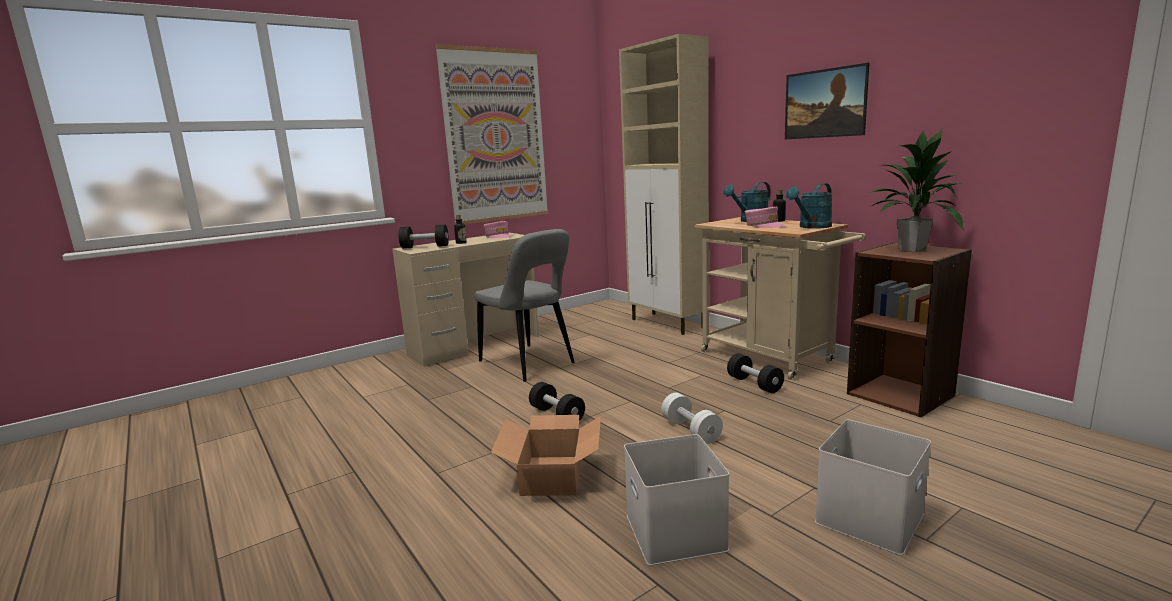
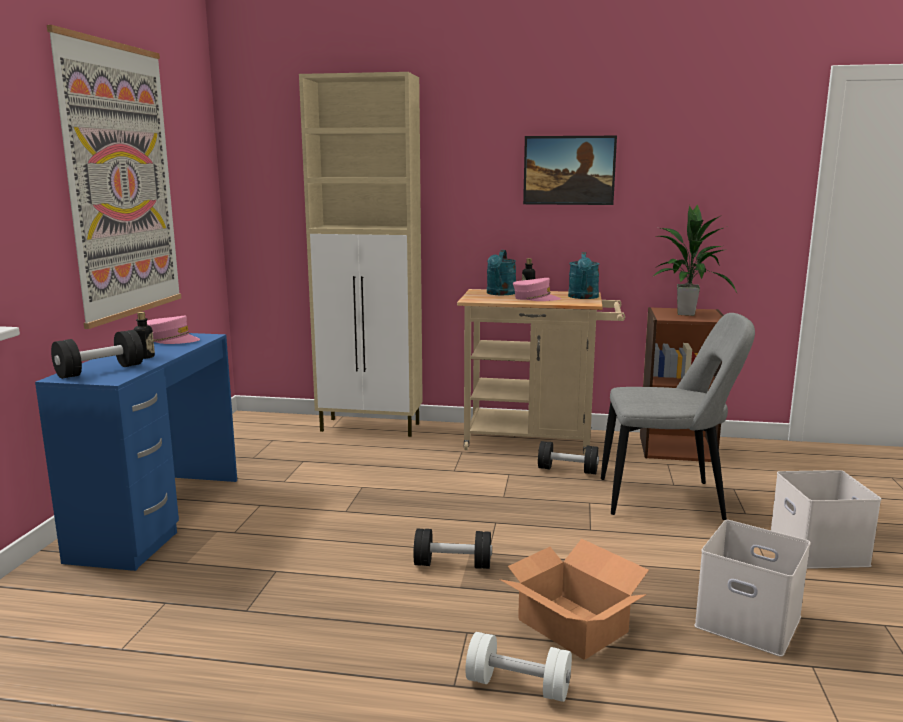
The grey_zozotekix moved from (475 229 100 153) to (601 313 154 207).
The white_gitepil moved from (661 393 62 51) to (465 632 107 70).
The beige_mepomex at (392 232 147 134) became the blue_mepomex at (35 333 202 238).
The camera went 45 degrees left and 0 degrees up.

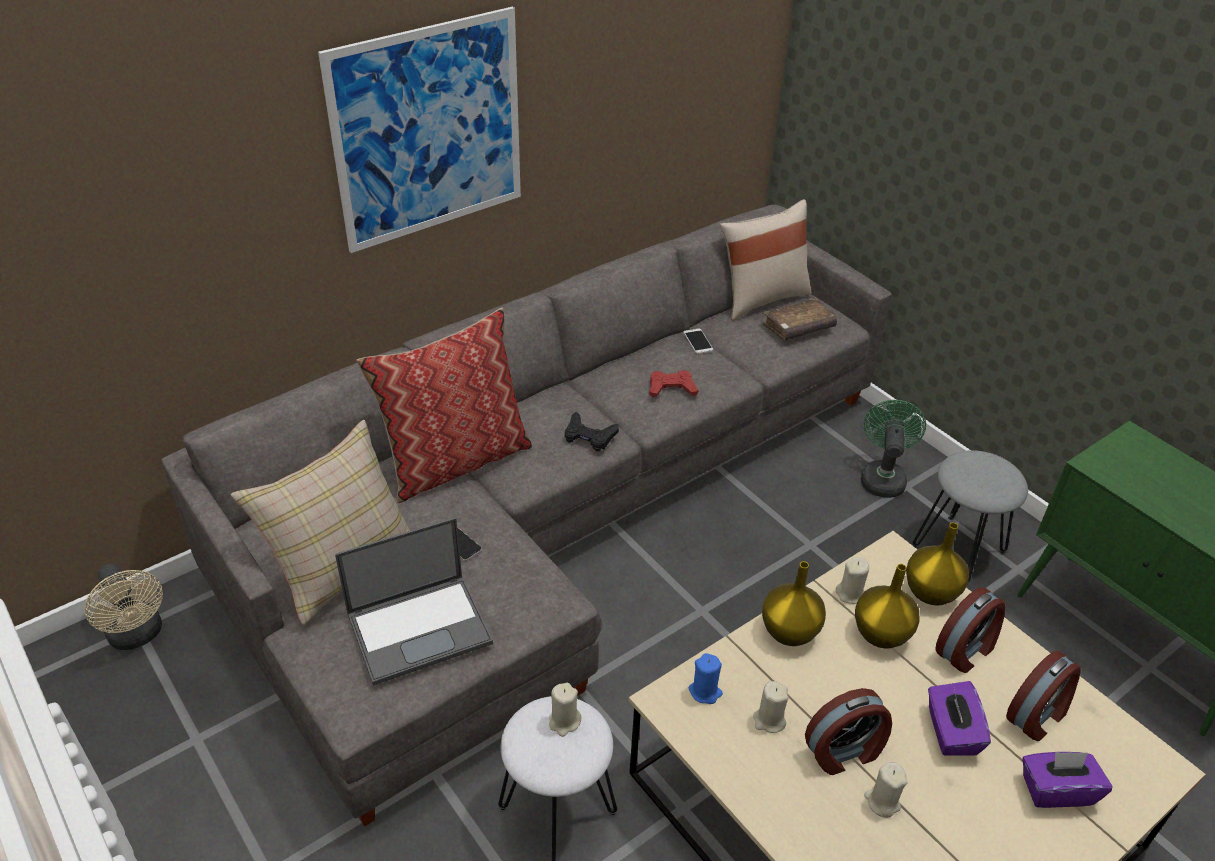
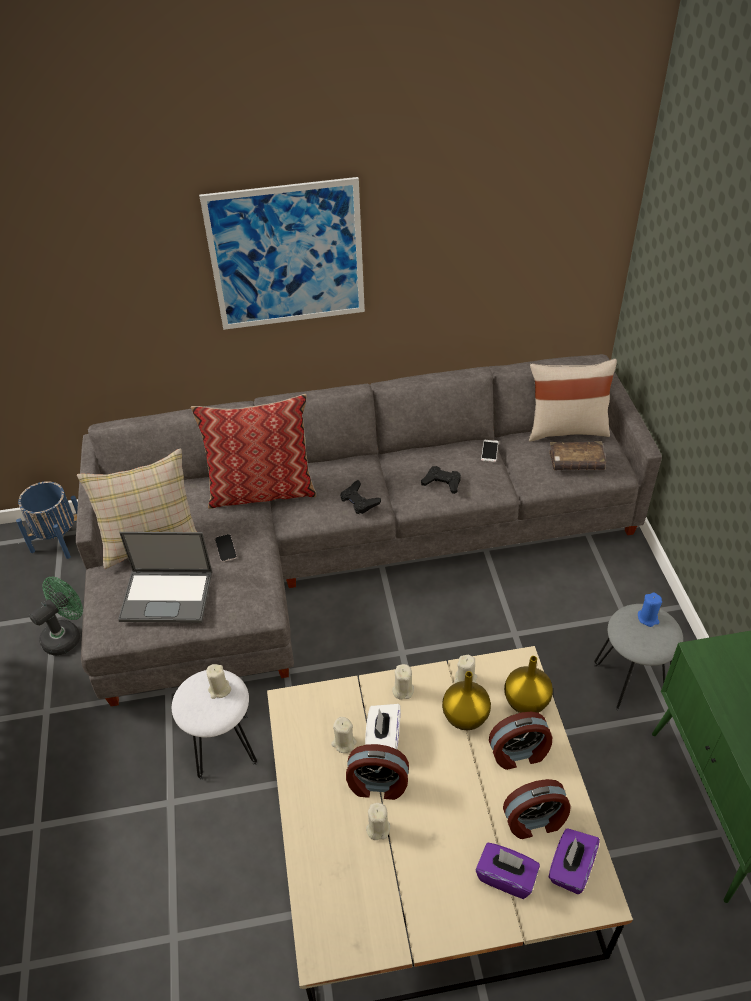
The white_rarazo at (365 704 36 45) appeared.
The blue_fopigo moved from (689 653 34 51) to (638 593 24 34).
The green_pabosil moved from (861 400 65 98) to (30 577 53 78).
The purple_rarazo moved from (928 681 63 74) to (549 828 51 66).
The beige_pabosil at (85 563 78 87) was replaced by the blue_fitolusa at (16 481 62 78).
The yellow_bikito at (762 561 64 85) was replaced by the beige_fopigo at (392 664 22 35).
The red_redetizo at (649 370 49 27) became the black_redetizo at (421 466 40 28).
The camera went 30 degrees right and 5 degrees up.

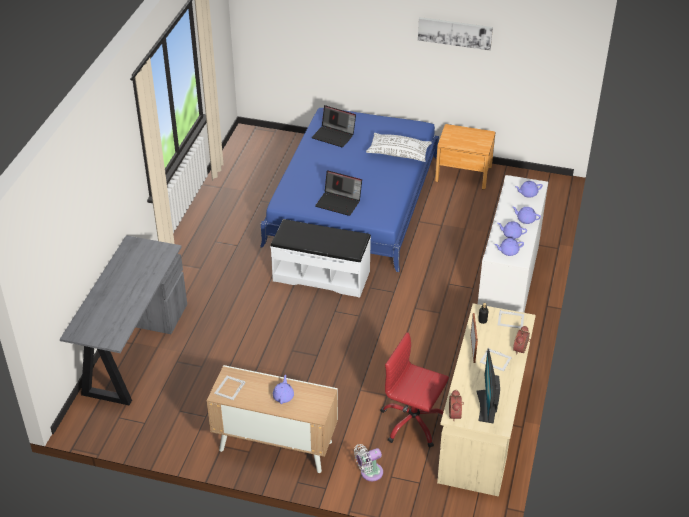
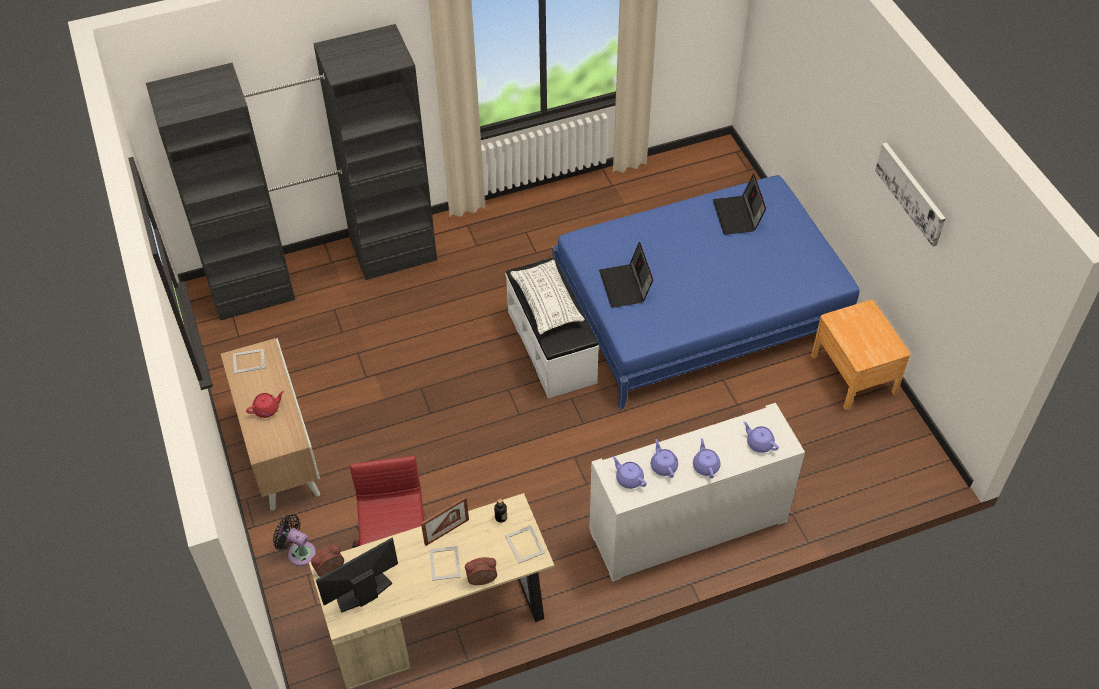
The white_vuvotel moved from (366 133 66 29) to (510 260 75 75).
The grey_mepomex at (60 235 127 171) was replaced by the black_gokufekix at (146 24 291 297).
The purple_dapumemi at (273 375 21 29) became the red_dapumemi at (246 391 38 27).
The white_pabosil at (354 444 29 37) became the black_pabosil at (273 514 43 52).
The camera went 55 degrees right and 10 degrees up.

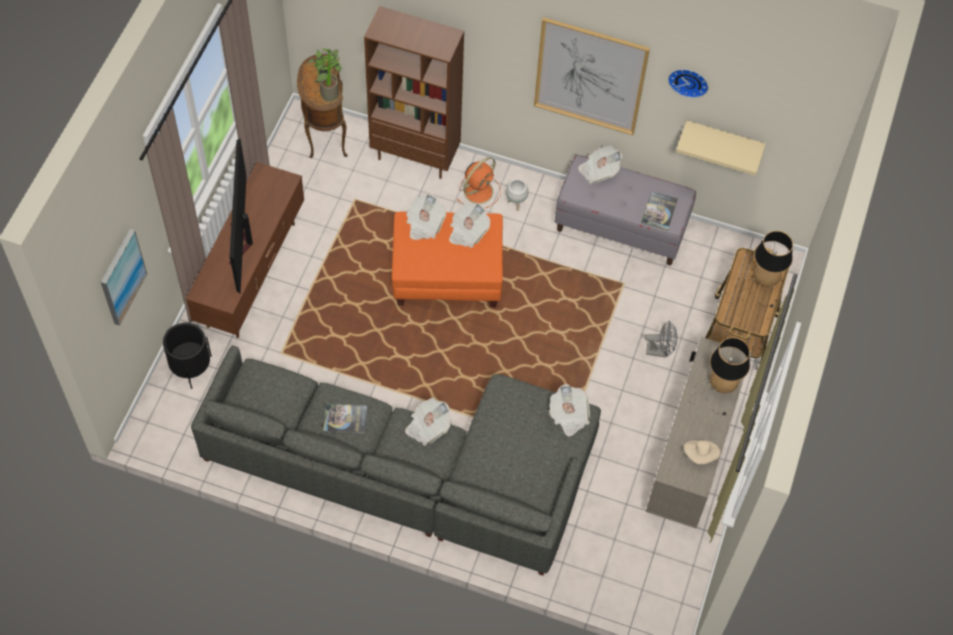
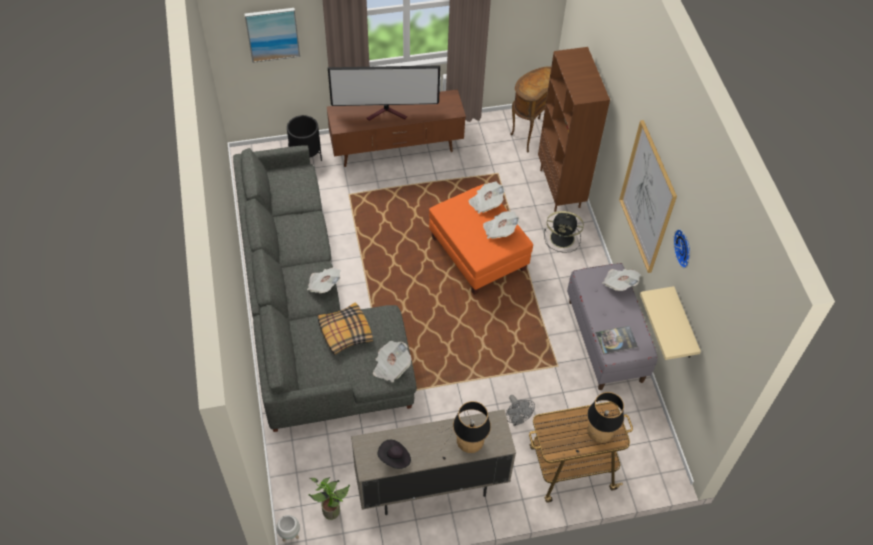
The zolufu at (323 404 45 29) disappeared.
The vuvotel at (318 302 55 53) appeared.
The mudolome moved from (308 49 34 53) to (309 477 41 43).
The white_fitolusa moved from (506 179 22 32) to (276 515 24 27).
The orange_pabosil at (457 157 44 51) became the black_pabosil at (544 211 40 42).
The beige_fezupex at (684 440 37 24) became the black_fezupex at (377 440 34 29).
The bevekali at (229 138 24 155) turned 150 degrees counterclockwise.
The camera went 60 degrees right and 5 degrees down.

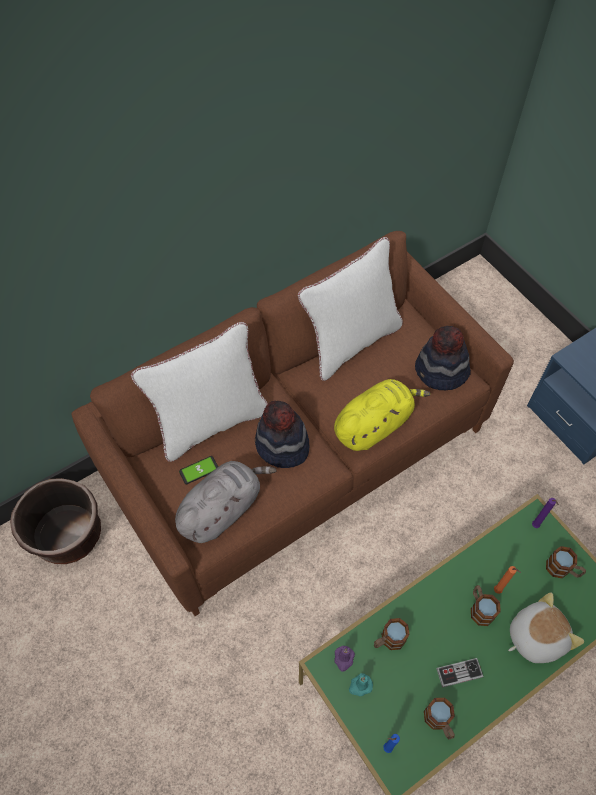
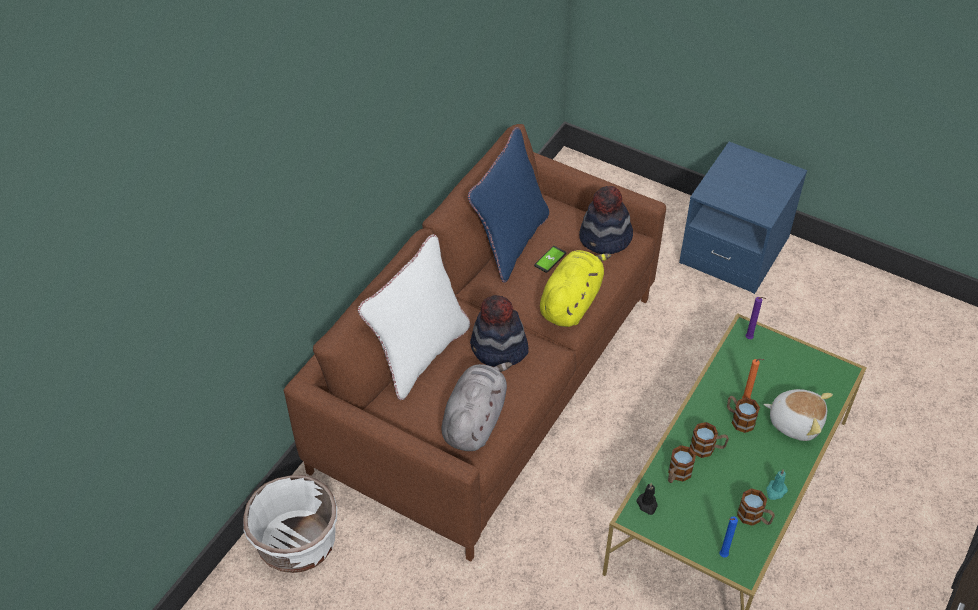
The redetizo at (436 658 48 30) disappeared.
The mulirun moved from (179 456 39 28) to (534 246 32 27).
The turquoise_fopigo moved from (349 673 24 23) to (766 469 22 31).
The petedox moved from (546 546 40 32) to (690 422 39 36).
The brown_fitolusa at (10 478 91 86) became the white_fitolusa at (243 475 94 98).
The white_vuvotel at (298 237 105 144) became the blue_vuvotel at (468 127 81 155).
The purple_fopigo at (334 646 21 26) became the black_fopigo at (636 483 21 32).
The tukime at (508 592 76 71) turned 75 degrees clockwise.
The camera went 25 degrees left and 10 degrees down.

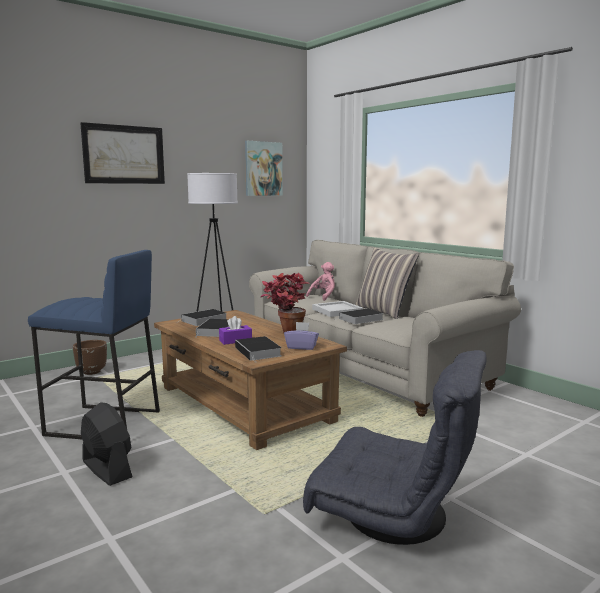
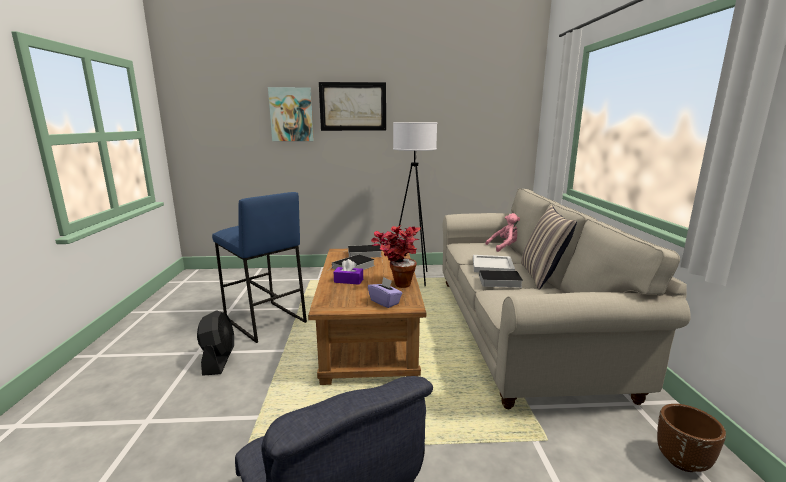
The zolufu at (235 336 47 27) disappeared.
The brown_fitolusa moved from (73 340 34 35) to (657 404 69 68).
The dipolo moved from (245 141 38 55) to (268 87 46 54).
The camera went 35 degrees right and 5 degrees up.

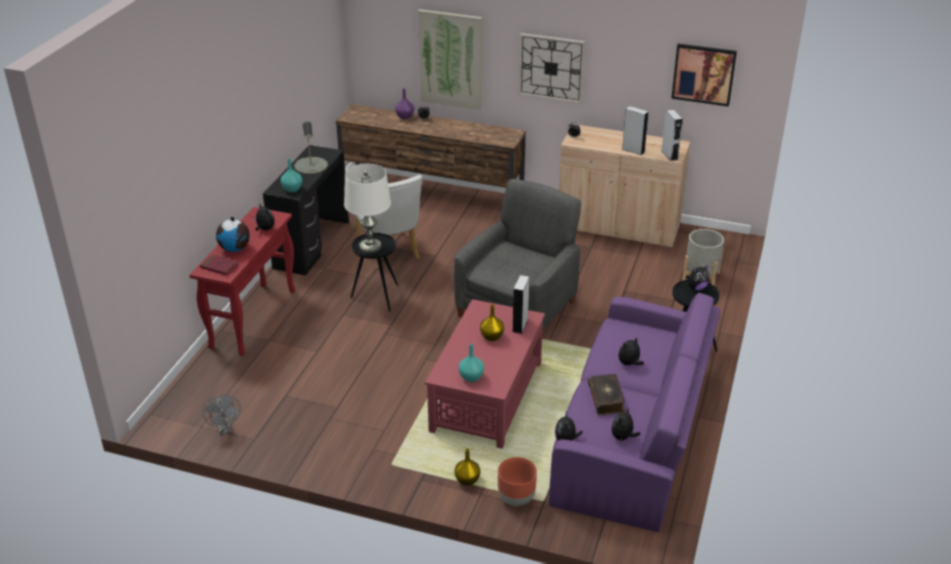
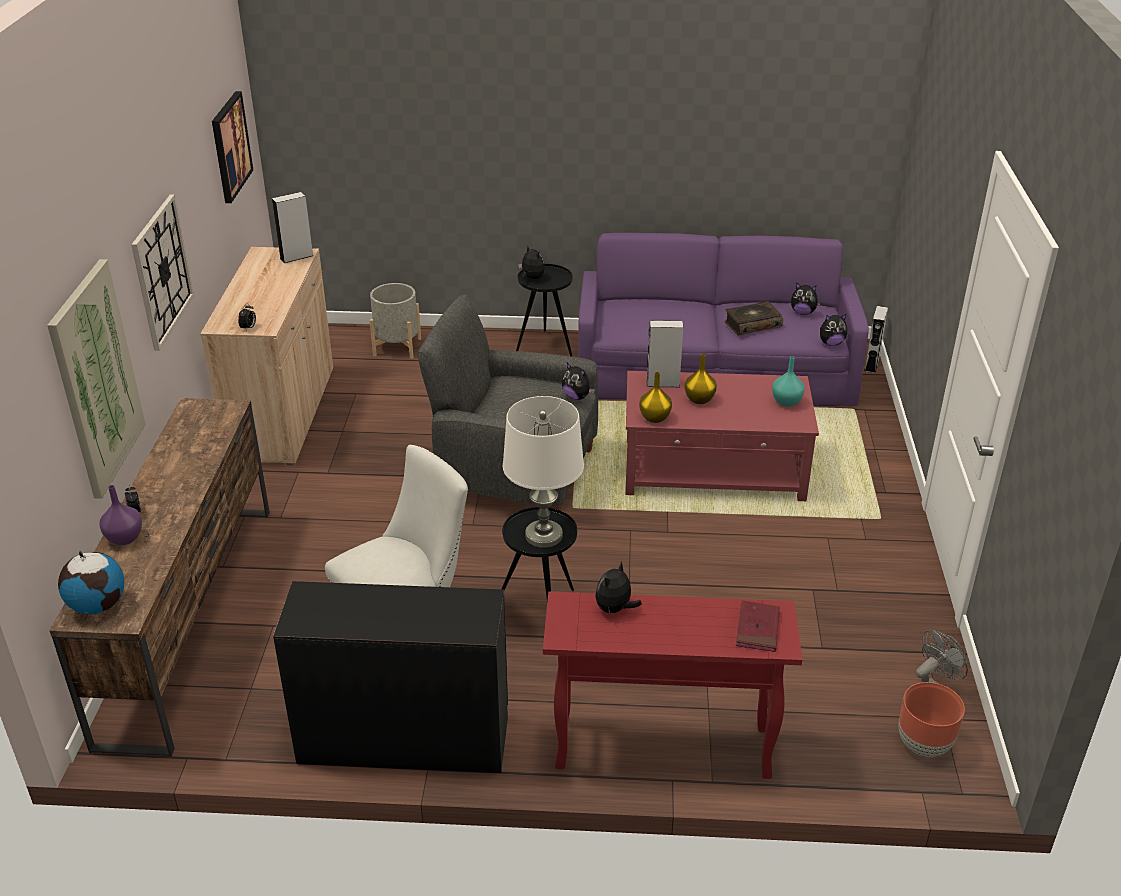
The turquoise_bikito at (281 158 21 34) disappeared.
The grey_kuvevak at (294 121 34 53) disappeared.
The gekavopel moved from (216 217 34 35) to (58 551 66 63).
The yellow_bikito moved from (454 448 26 38) to (639 372 33 51).
The brown_fitolusa moved from (498 457 39 49) to (898 682 67 75).
The tukime moved from (618 337 26 29) to (562 363 33 37).
The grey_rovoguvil moved from (622 106 27 49) to (864 306 24 67).
The camera went 105 degrees left and 0 degrees up.

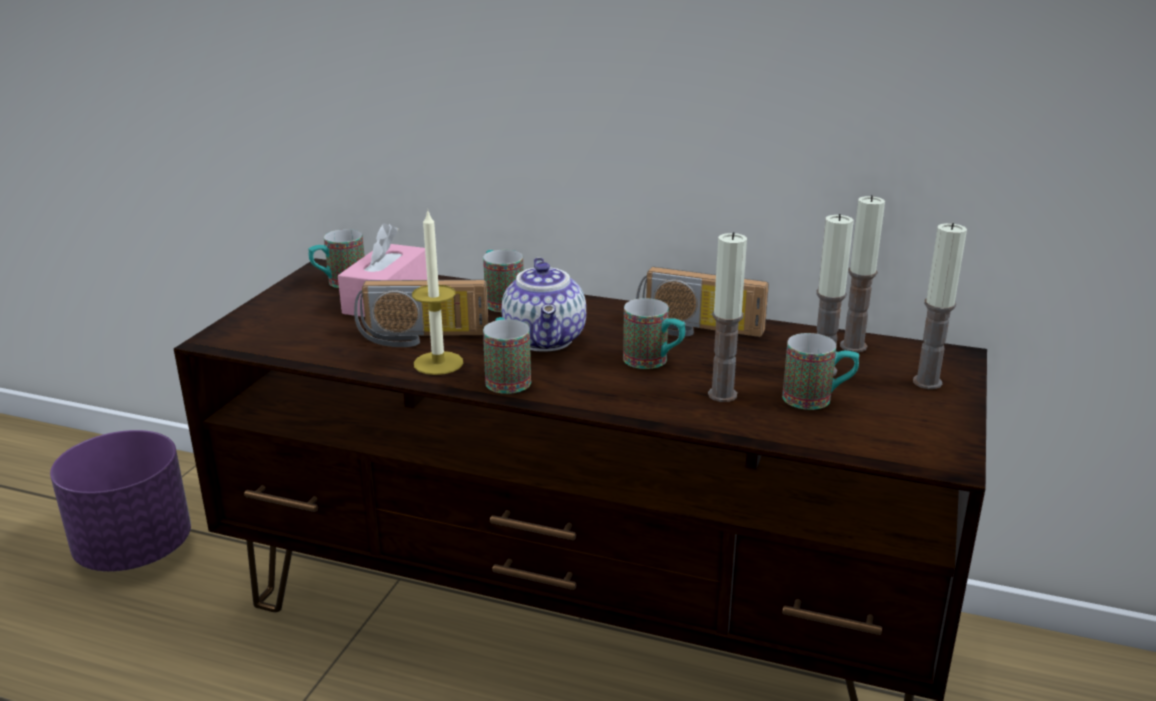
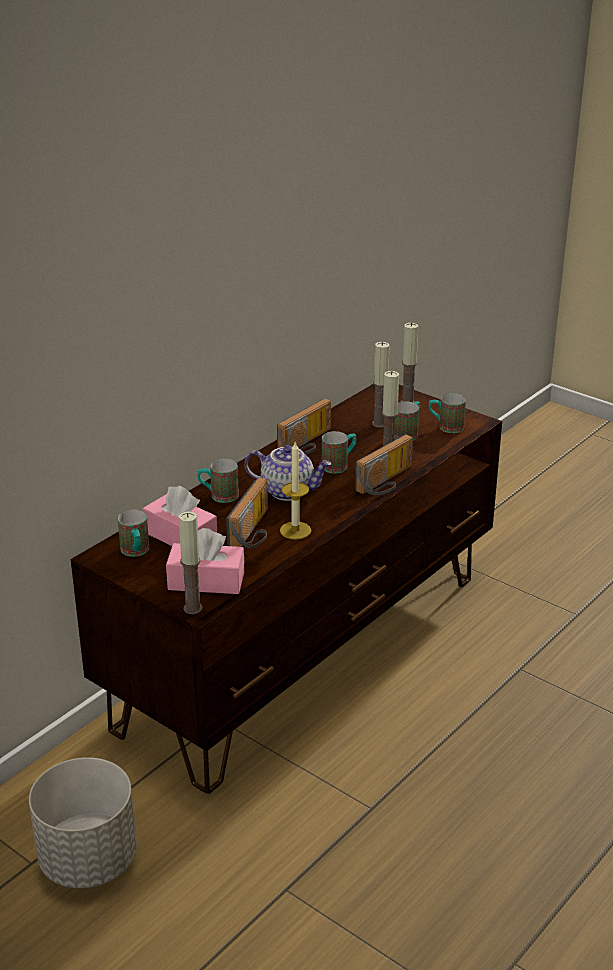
The pink_rarazo at (166 528 79 66) appeared.
The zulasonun at (355 434 58 61) appeared.
The petedox moved from (483 317 48 77) to (429 393 37 40).
The fopigo moved from (840 195 45 157) to (179 511 24 103).
The purple_fitolusa at (50 430 141 142) became the grey_fitolusa at (29 757 108 131).
The camera went 70 degrees left and 5 degrees up.

